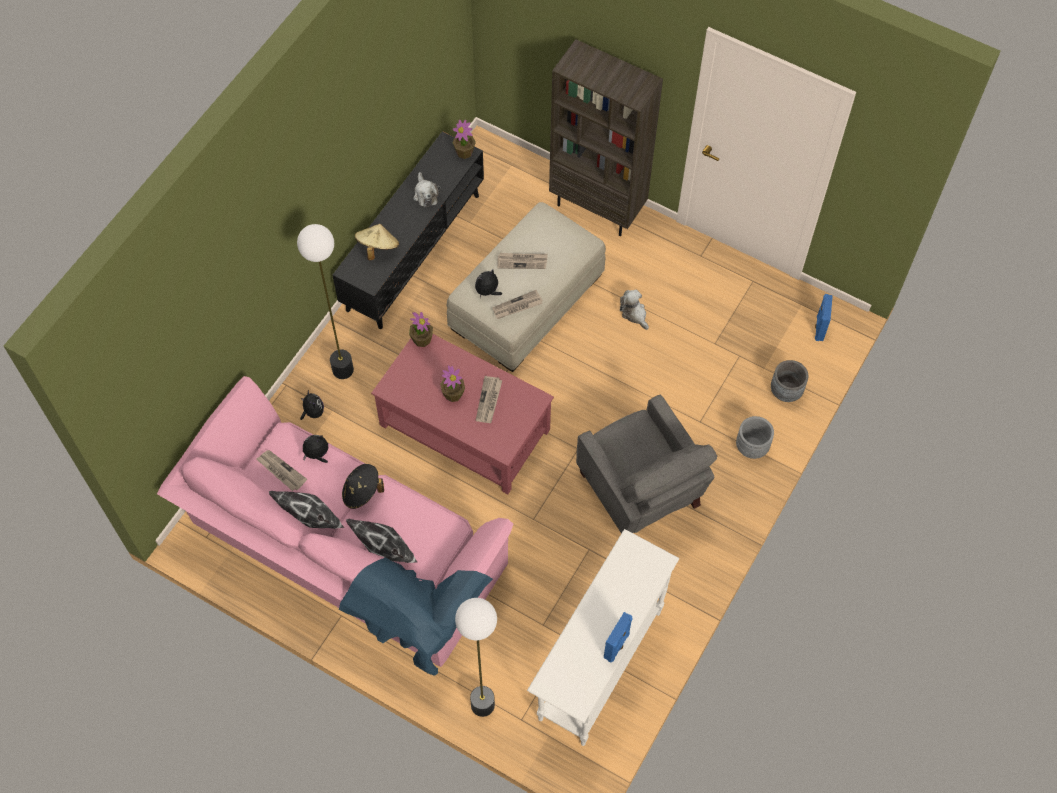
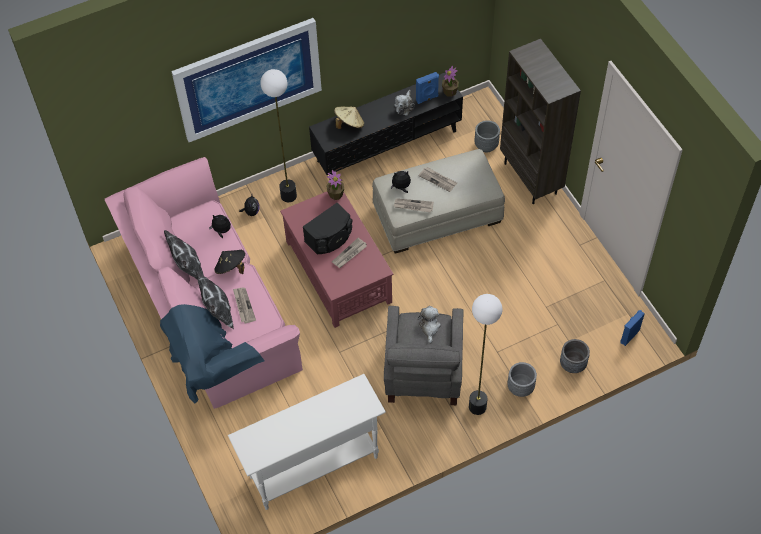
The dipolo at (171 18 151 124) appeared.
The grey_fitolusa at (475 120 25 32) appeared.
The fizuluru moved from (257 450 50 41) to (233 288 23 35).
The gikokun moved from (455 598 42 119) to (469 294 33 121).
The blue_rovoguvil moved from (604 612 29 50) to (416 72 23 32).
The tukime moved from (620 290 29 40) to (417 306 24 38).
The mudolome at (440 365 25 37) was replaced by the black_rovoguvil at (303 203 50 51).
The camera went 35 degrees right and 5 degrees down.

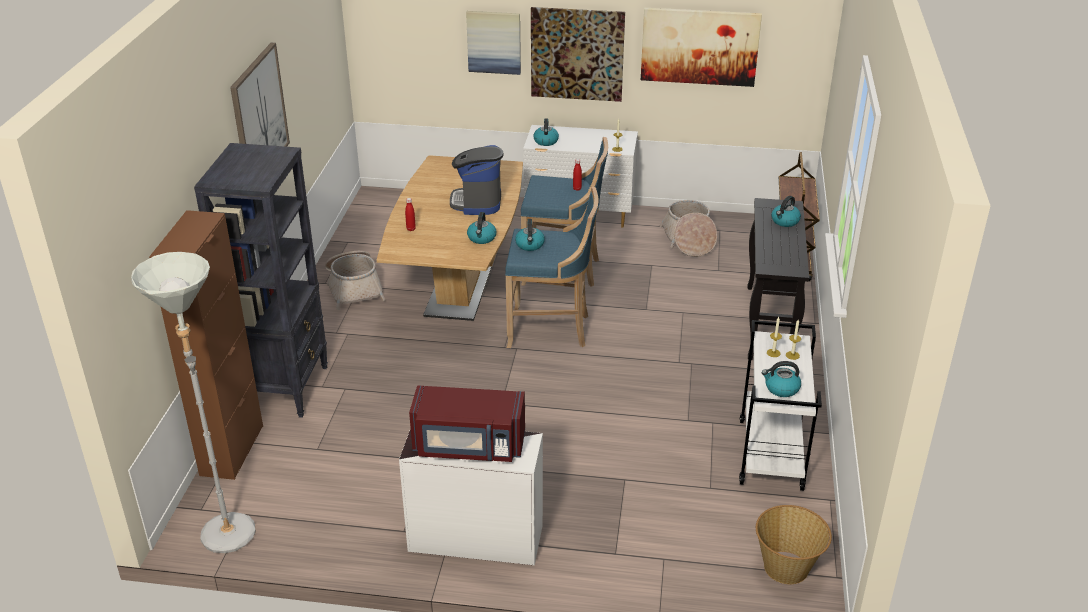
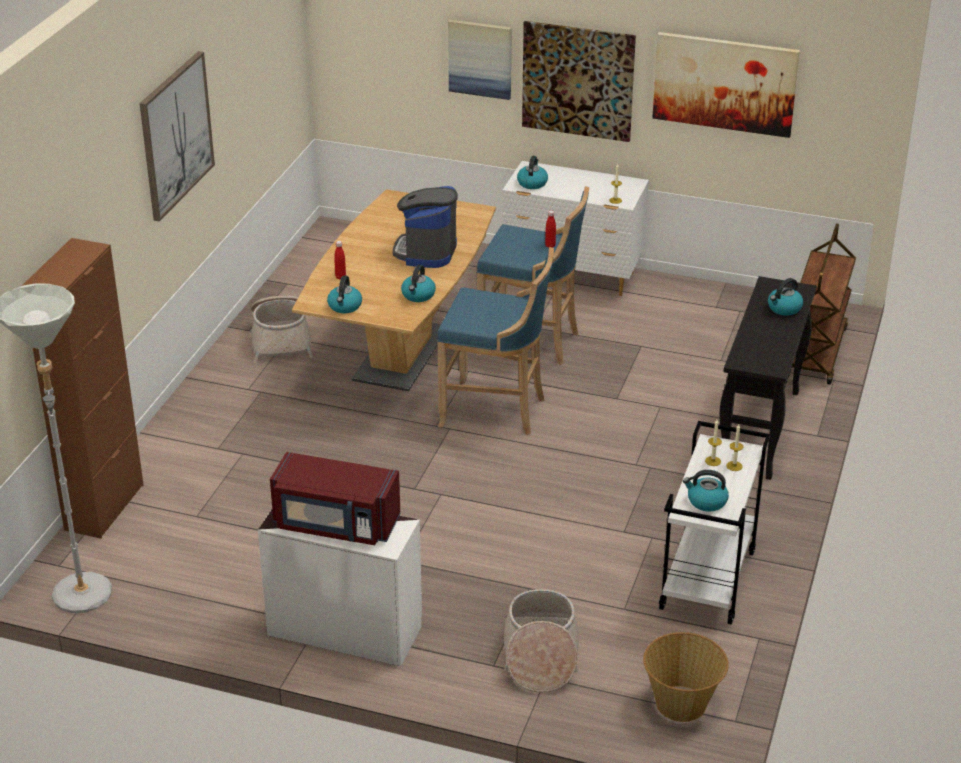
The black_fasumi at (194 143 134 275) disappeared.
The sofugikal moved from (515 219 30 32) to (327 275 35 38).
The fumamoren moved from (660 200 57 57) to (504 589 75 104).
The camera went 10 degrees right and 0 degrees up.

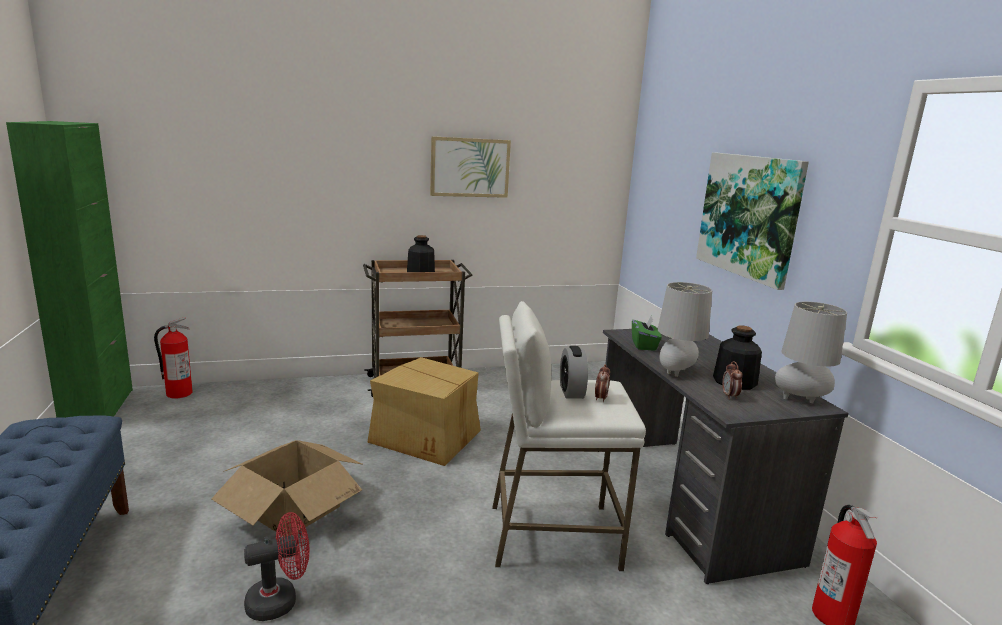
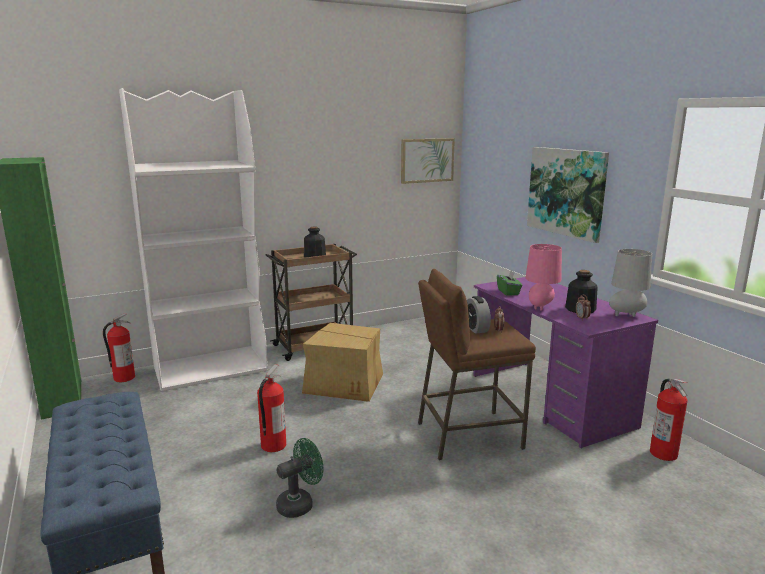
The white_fasumi at (119 88 149 304) appeared.
The dipolo moved from (430 136 81 62) to (401 138 54 46).
The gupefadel at (211 440 152 97) was replaced by the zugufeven at (257 364 29 88).
The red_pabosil at (244 512 65 109) became the green_pabosil at (276 438 48 80).
The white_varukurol at (492 301 154 270) became the brown_varukurol at (418 269 118 191).
The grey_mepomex at (603 329 246 255) became the purple_mepomex at (473 277 185 171).
The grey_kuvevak at (658 282 54 95) became the pink_kuvevak at (525 244 37 66).
The camera went 10 degrees left and 0 degrees up.

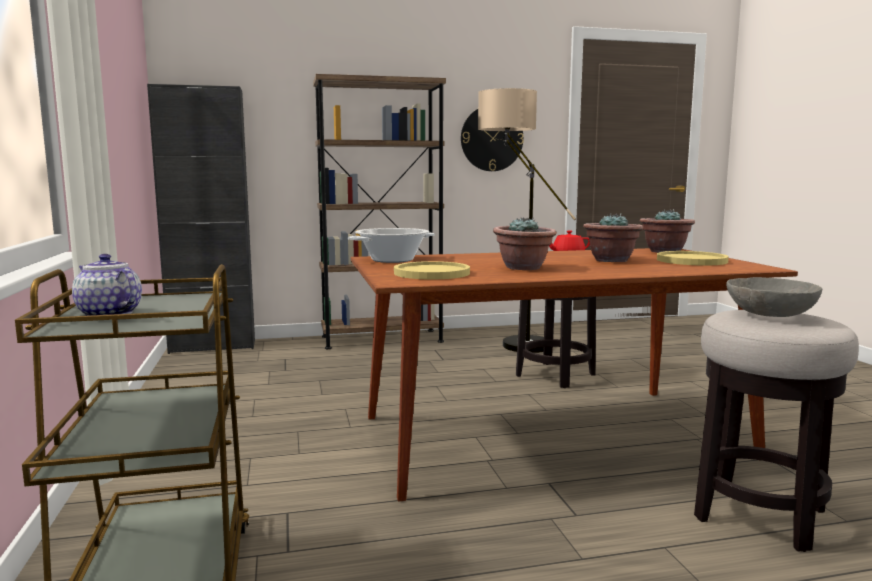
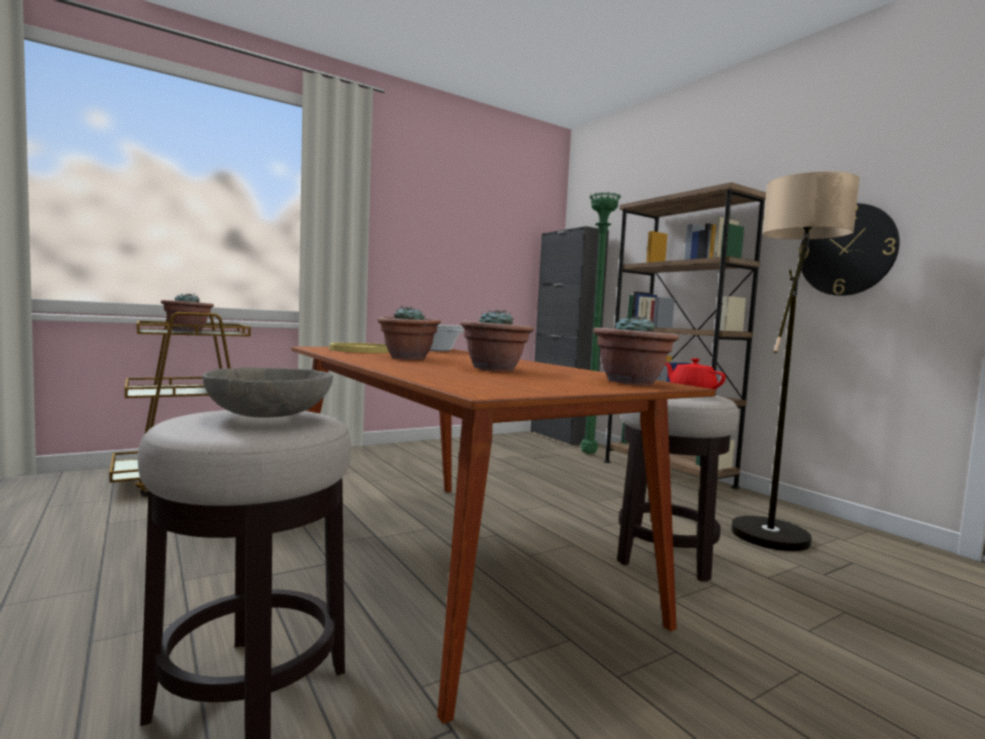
The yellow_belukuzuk at (657 251 72 15) disappeared.
The green_gikokun at (581 192 40 262) appeared.
The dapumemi at (72 254 70 62) was replaced by the mudolome at (161 293 53 39).
The camera went 70 degrees right and 5 degrees down.

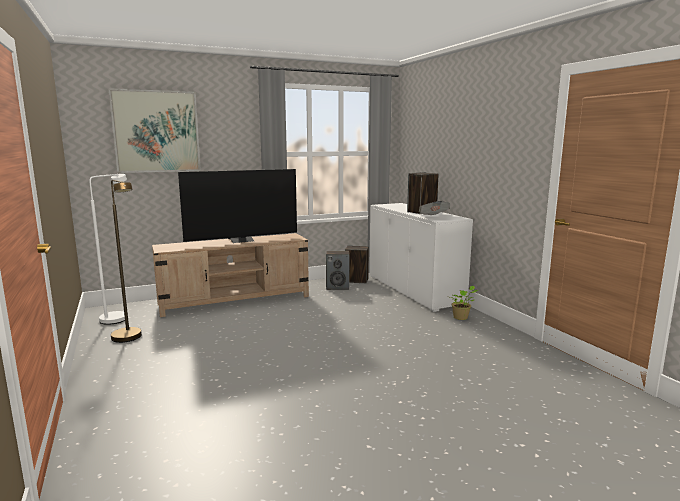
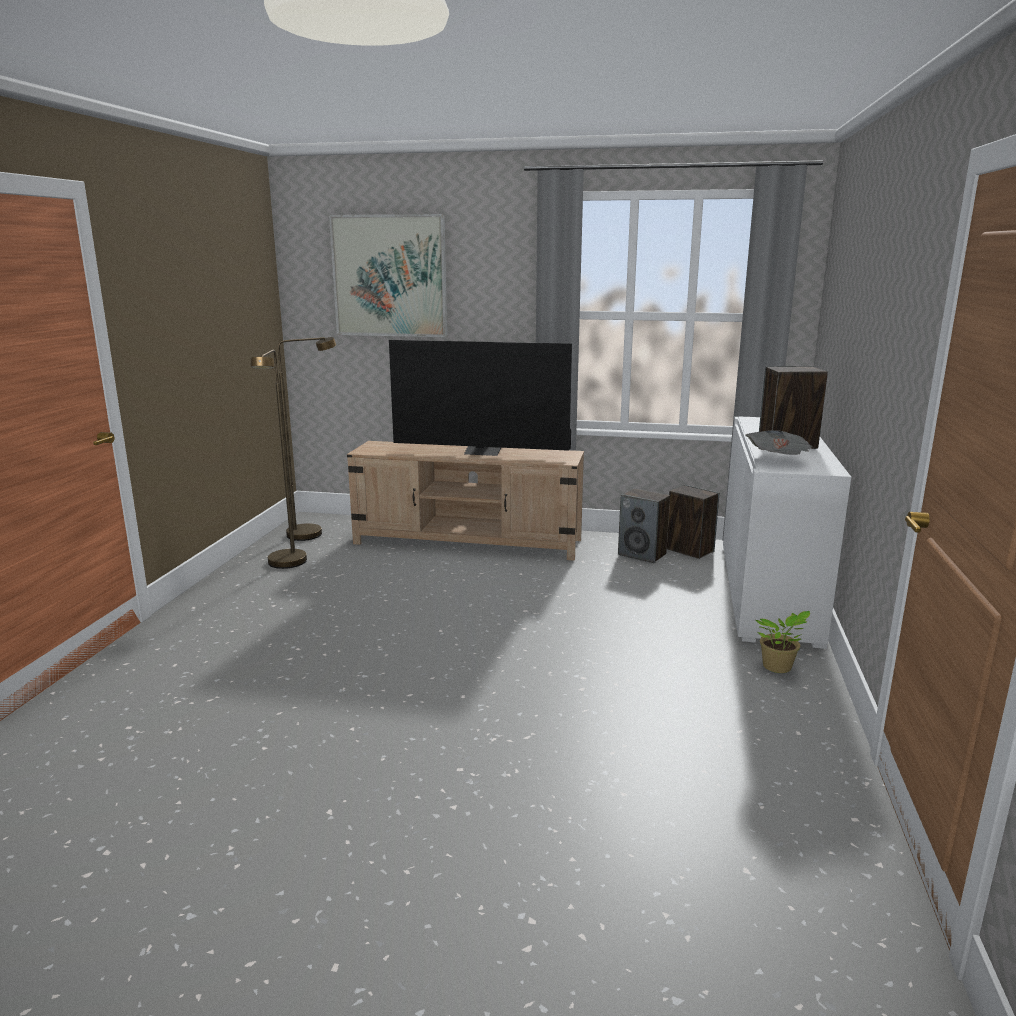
The white_gikokun at (89 174 38 151) became the brown_gikokun at (278 337 58 204).
The camera went 35 degrees right and 5 degrees up.

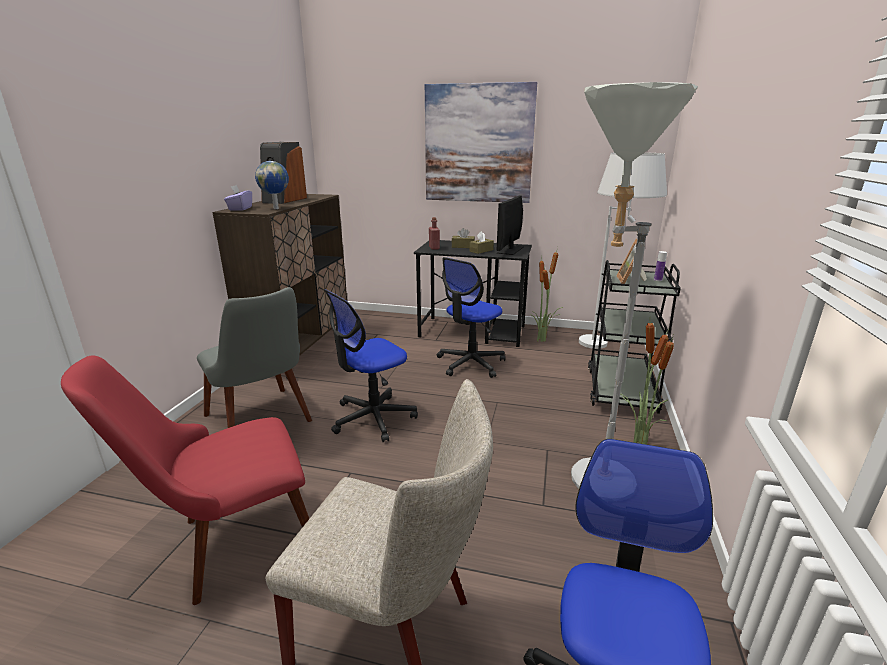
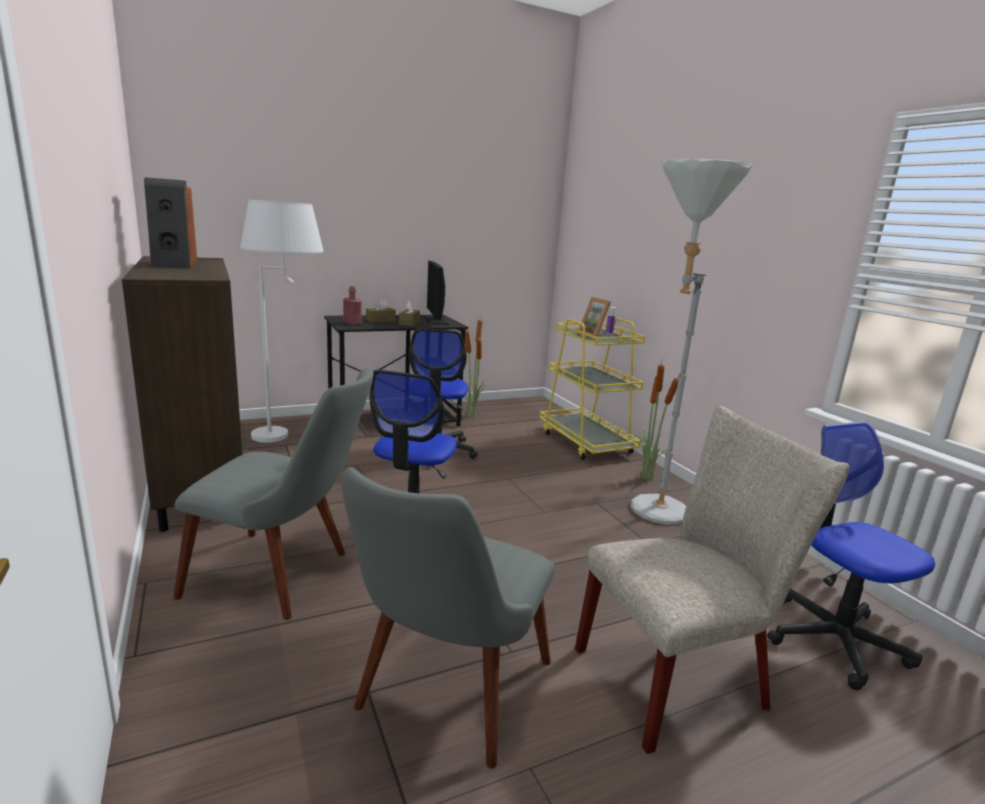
The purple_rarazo at (224 185 28 25) disappeared.
The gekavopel at (255 161 34 48) disappeared.
The dipolo at (425 82 112 121) disappeared.
The white_gikokun moved from (579 152 88 197) to (240 200 83 243).
The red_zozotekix at (61 355 248 250) became the grey_zozotekix at (341 467 214 302).
The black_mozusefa at (588 260 93 154) became the yellow_mozusefa at (539 318 106 142).
The camera went 40 degrees left and 5 degrees down.

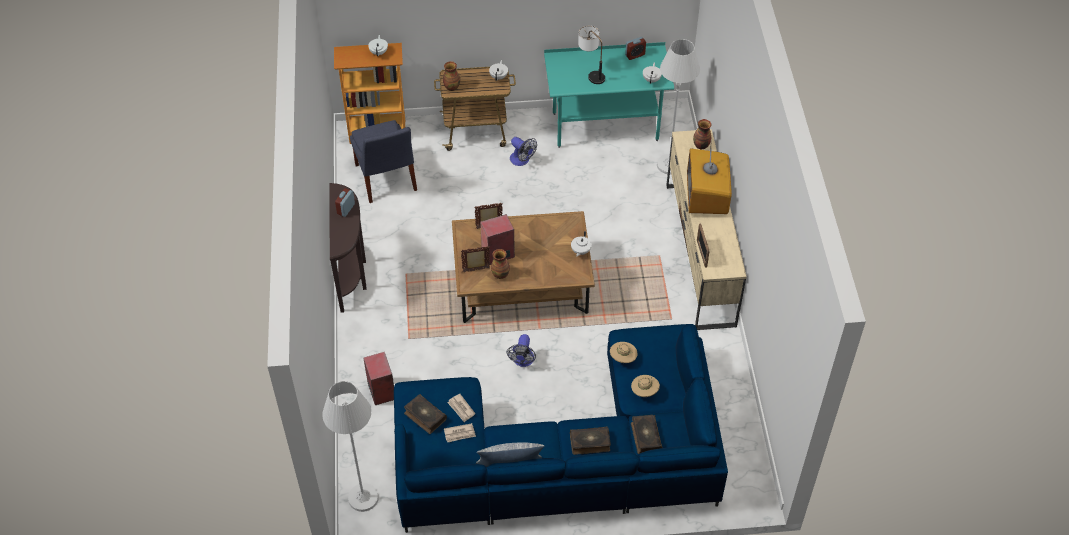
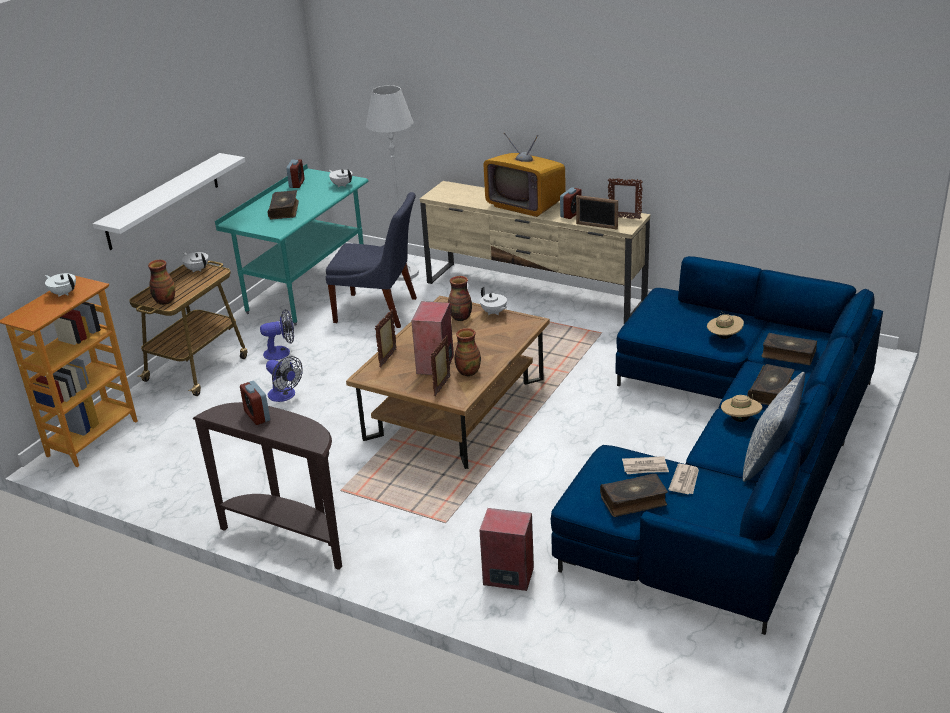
The white_gikokun at (322 381 57 131) disappeared.
The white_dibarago at (93 153 152 97) appeared.
The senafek at (560 187 22 32) appeared.
The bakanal at (608 178 35 42) appeared.
The blue_zozotekix moved from (350 120 67 83) to (326 192 91 136).
The pabosil moved from (507 334 29 33) to (266 356 37 46).
The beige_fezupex moved from (610 342 28 21) to (721 394 41 28).
The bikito moved from (693 119 18 30) to (448 276 24 45).
The kuvevak at (578 26 27 58) was replaced by the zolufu at (268 190 31 29).
The camera went 55 degrees left and 20 degrees down.

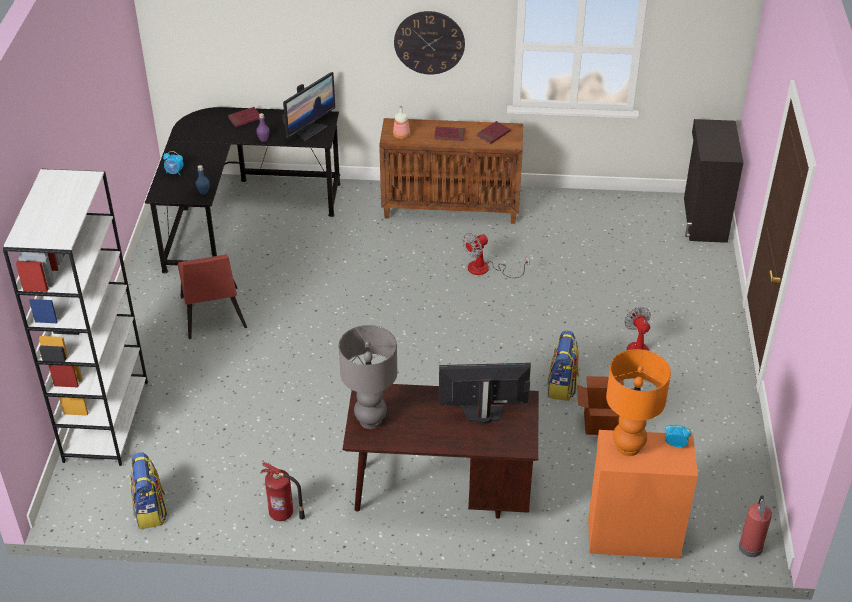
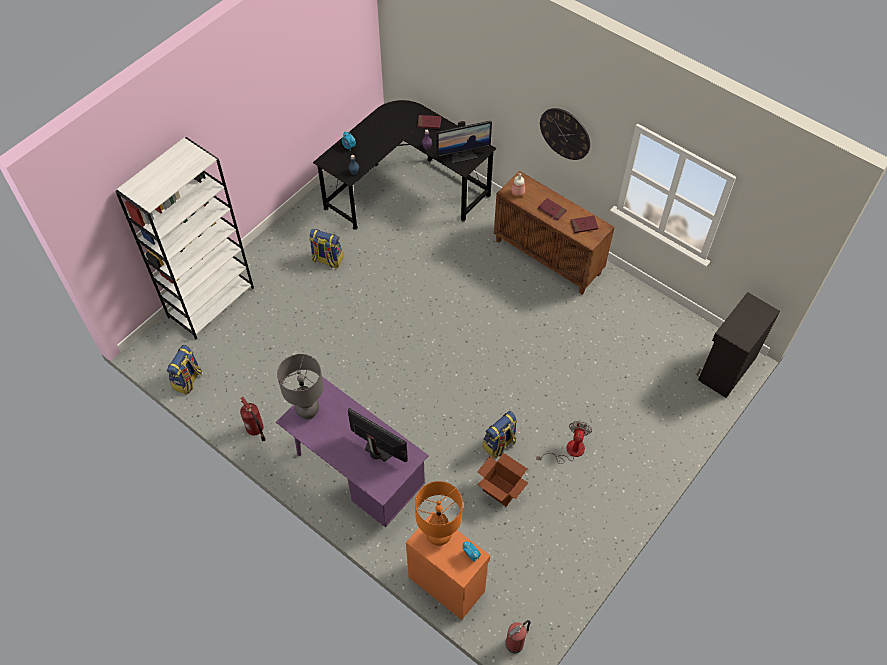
The pabosil at (463 233 67 45) disappeared.
The red_zozotekix at (178 254 69 85) was replaced by the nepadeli at (309 229 34 39).
The brown_mepomex at (342 384 197 135) became the purple_mepomex at (276 377 153 151).
The camera went 35 degrees right and 15 degrees up.

